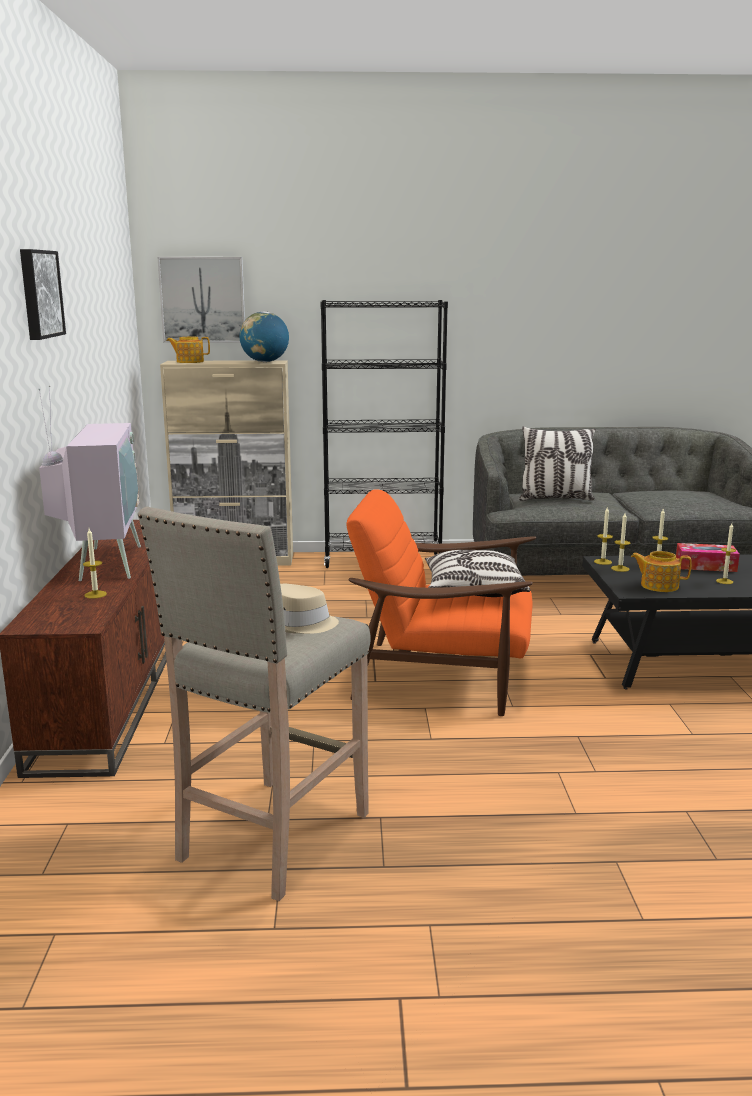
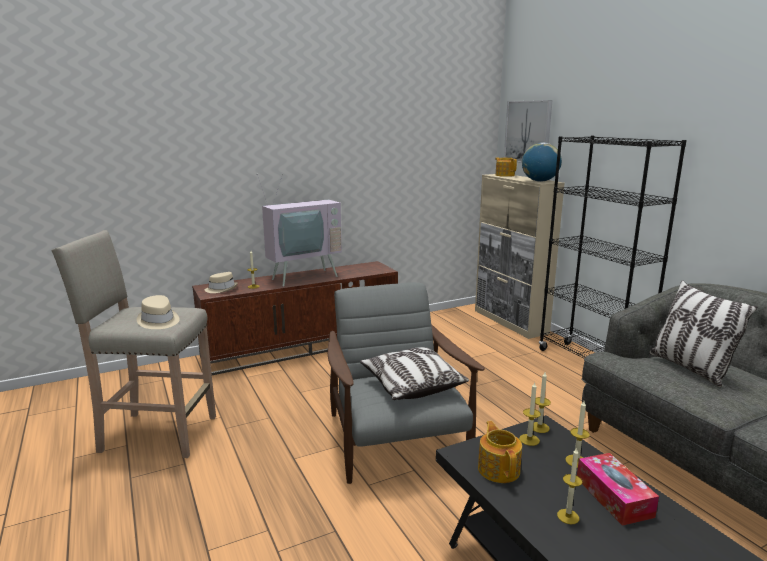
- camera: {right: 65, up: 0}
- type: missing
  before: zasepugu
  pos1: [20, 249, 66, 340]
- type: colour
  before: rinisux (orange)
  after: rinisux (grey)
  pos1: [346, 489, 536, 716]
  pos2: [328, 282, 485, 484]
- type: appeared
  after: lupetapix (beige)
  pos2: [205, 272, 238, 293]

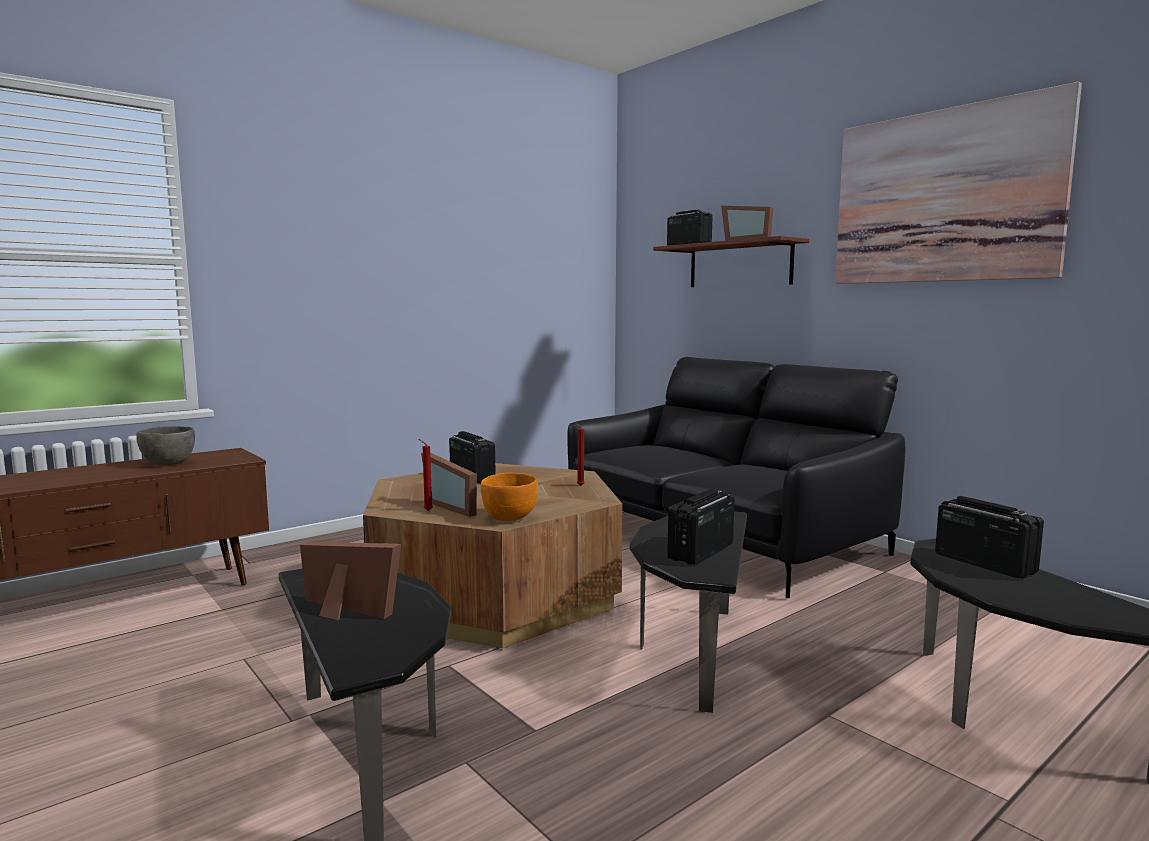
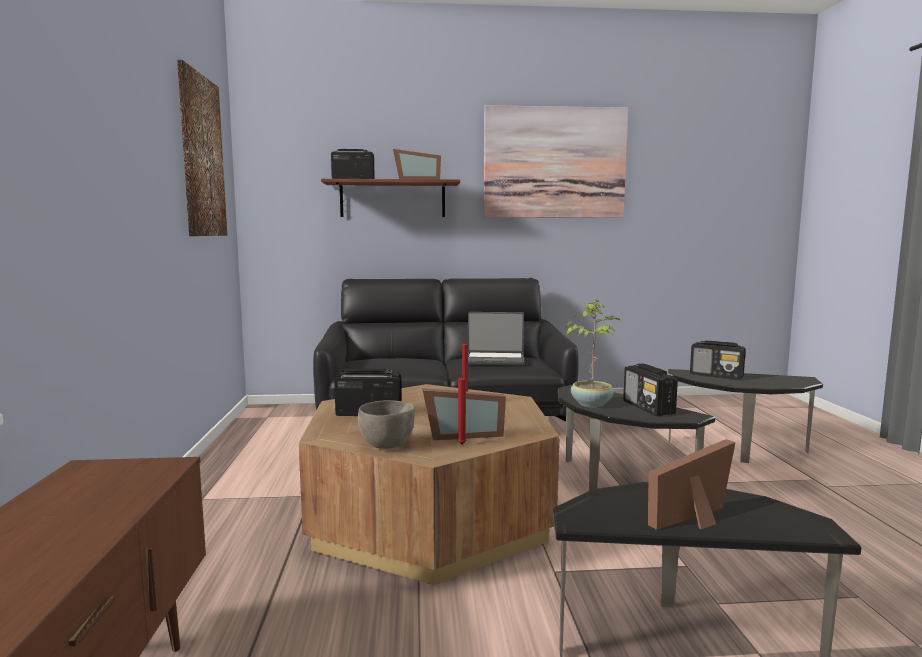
- camera: {right: -55, up: 0}
- type: relocated
  before: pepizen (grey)
  pos1: [136, 426, 195, 465]
  pos2: [358, 400, 415, 449]
- type: missing
  before: pepizen (orange)
  pos1: [481, 473, 538, 521]
- type: spun
  before: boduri
  pos1: [935, 496, 1044, 579]
  pos2: [690, 340, 746, 380]
  turn: -150
- type: appeared
  after: zasepugu
  pos2: [177, 60, 227, 236]
- type: appeared
  after: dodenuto
  pos2: [563, 300, 621, 408]
- type: appeared
  after: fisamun
  pos2: [468, 312, 524, 366]

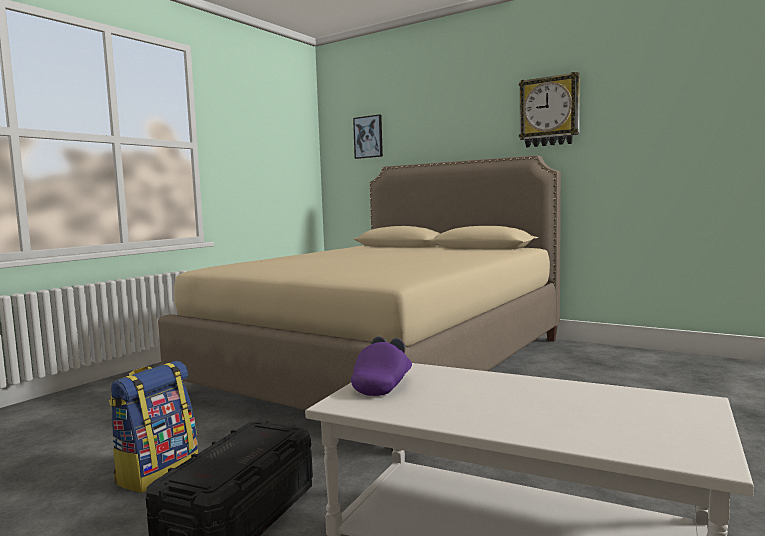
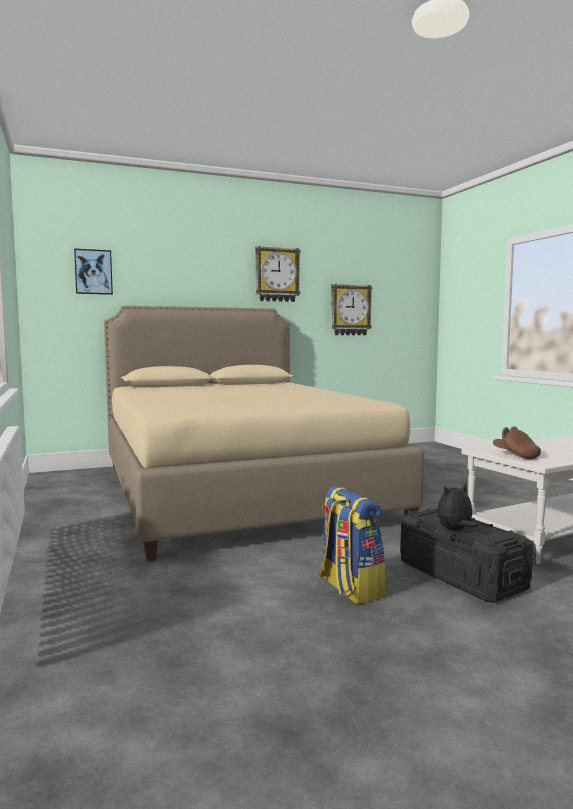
- camera: {right: -55, up: 0}
- type: colour
  before: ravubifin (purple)
  after: ravubifin (brown)
  pos1: [351, 336, 412, 396]
  pos2: [493, 426, 541, 459]
- type: appeared
  after: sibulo
  pos2: [331, 284, 373, 335]
- type: appeared
  after: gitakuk
  pos2: [437, 483, 479, 531]

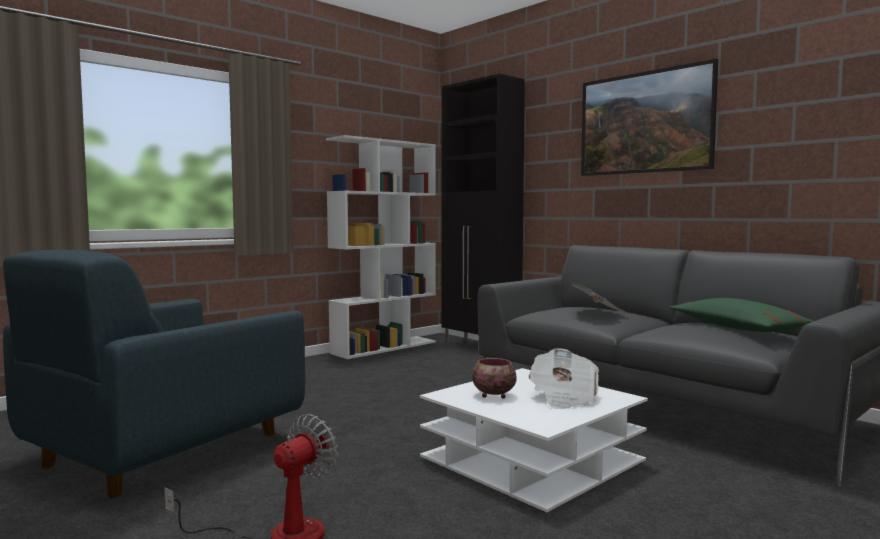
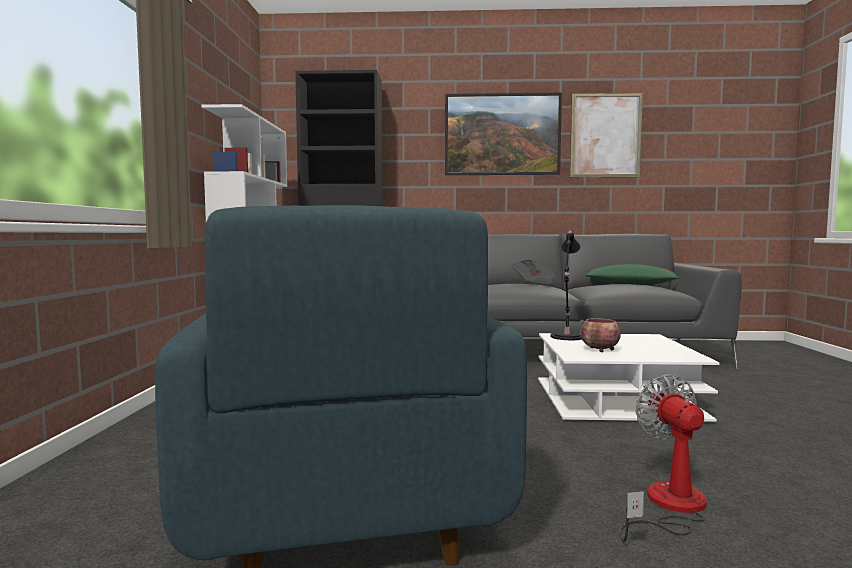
- camera: {right: -45, up: 0}
- type: missing
  before: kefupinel
  pos1: [528, 348, 599, 409]
- type: appeared
  after: zasepugu
  pos2: [570, 93, 643, 177]
- type: appeared
  after: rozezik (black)
  pos2: [550, 230, 582, 340]

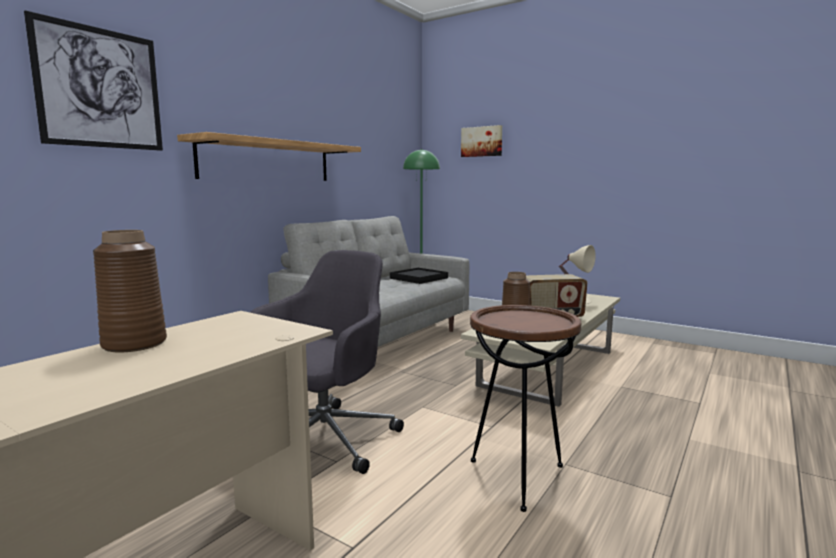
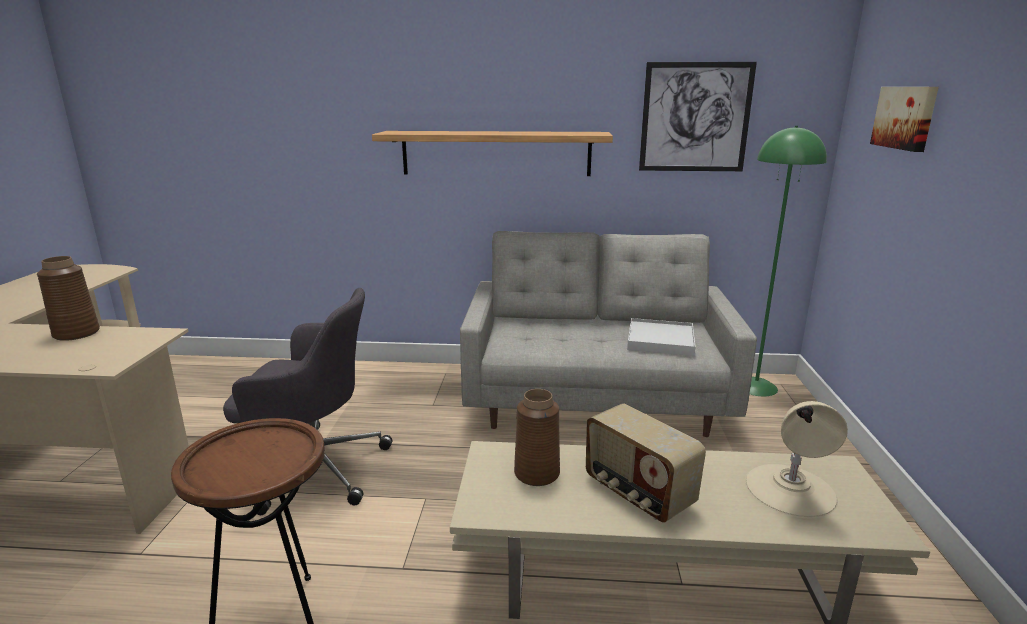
- camera: {right: 60, up: 10}
- type: relocated
  before: zasepugu
  pos1: [24, 10, 163, 151]
  pos2: [639, 62, 757, 171]
- type: colour
  before: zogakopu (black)
  after: zogakopu (white)
  pos1: [390, 268, 448, 284]
  pos2: [627, 318, 696, 356]

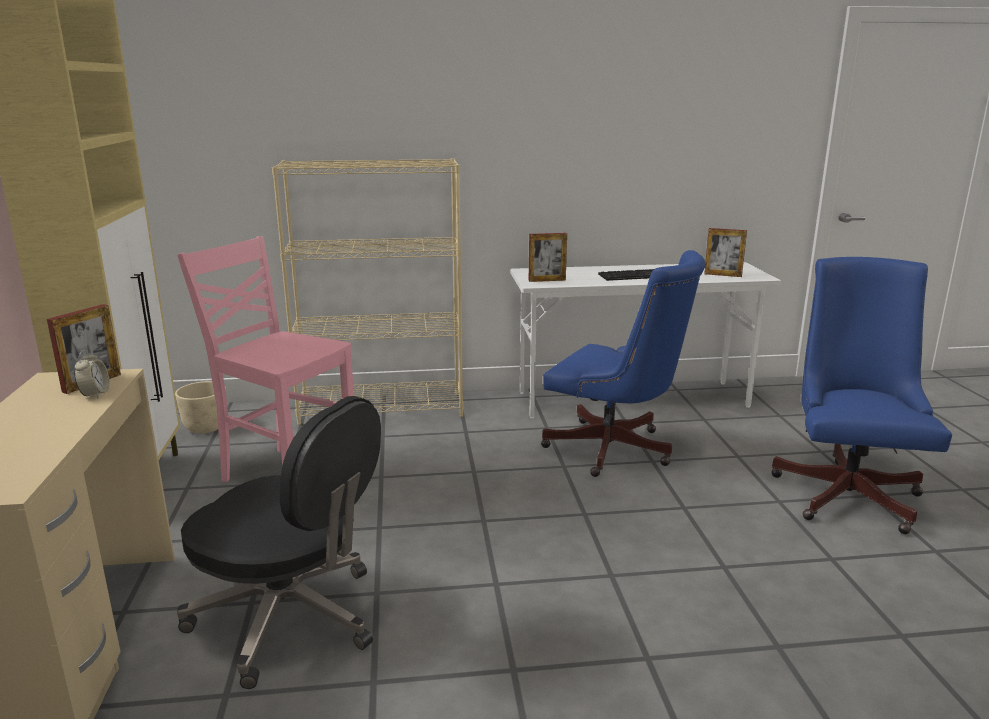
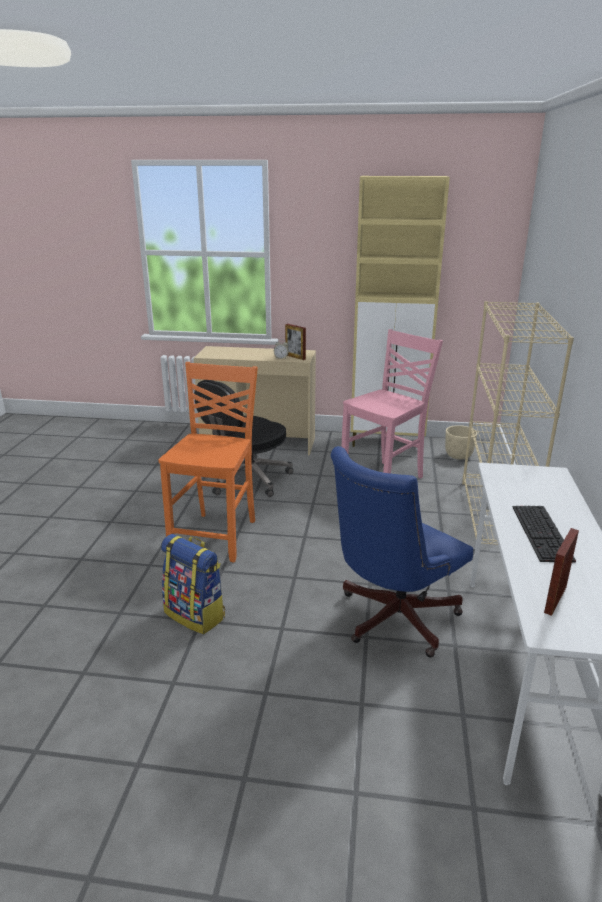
- camera: {right: 105, up: 5}
- type: missing
  before: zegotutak
  pos1: [529, 233, 567, 282]
- type: missing
  before: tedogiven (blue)
  pos1: [771, 257, 952, 534]
- type: appeared
  after: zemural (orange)
  pos2: [158, 362, 258, 562]
- type: appeared
  after: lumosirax
  pos2: [161, 534, 225, 634]

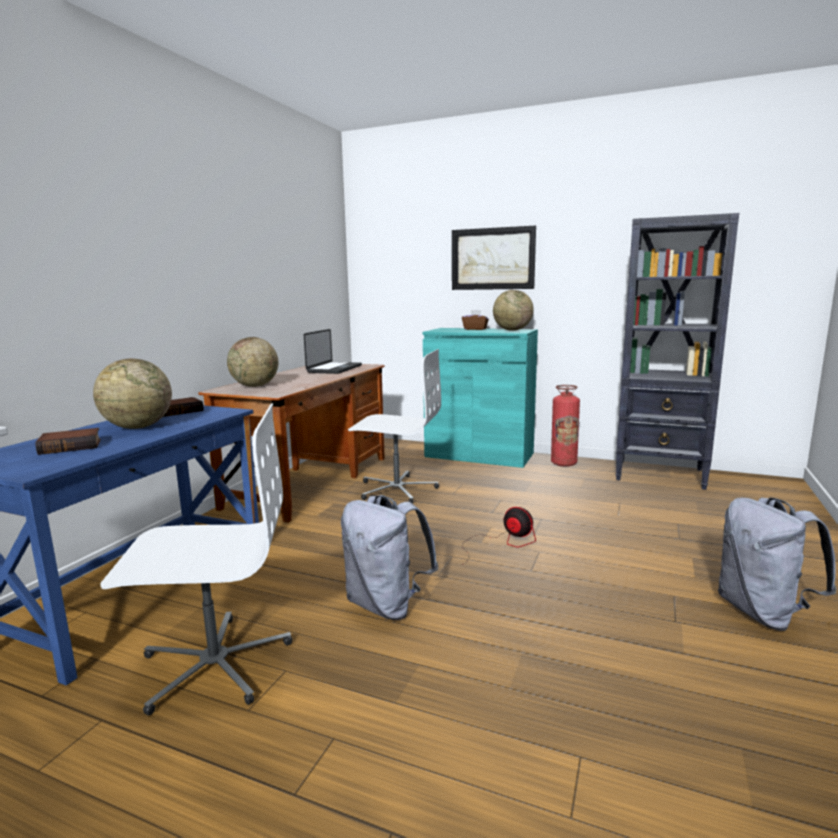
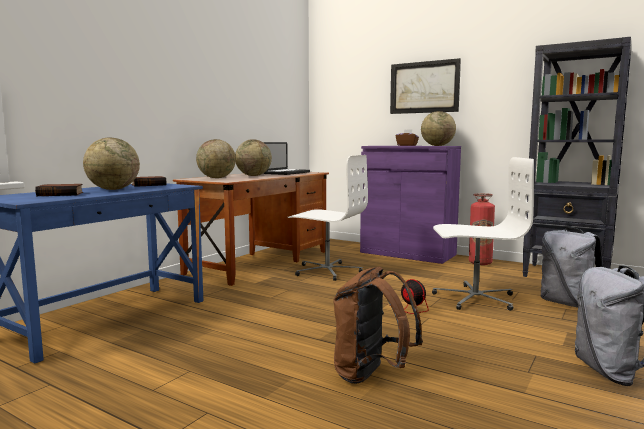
- camera: {right: 10, up: -5}
- type: colour
  before: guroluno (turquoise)
  after: guroluno (purple)
  pos1: [423, 328, 538, 468]
  pos2: [360, 146, 461, 264]
- type: relocated
  before: tedogiven (white)
  pos1: [100, 403, 292, 715]
  pos2: [432, 157, 534, 311]
- type: relocated
  before: lumosirax (grey)
  pos1: [341, 495, 438, 620]
  pos2: [540, 227, 603, 308]
- type: appeared
  after: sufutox
  pos2: [235, 139, 272, 176]
- type: appeared
  after: lumosirax (brown)
  pos2: [333, 266, 423, 384]

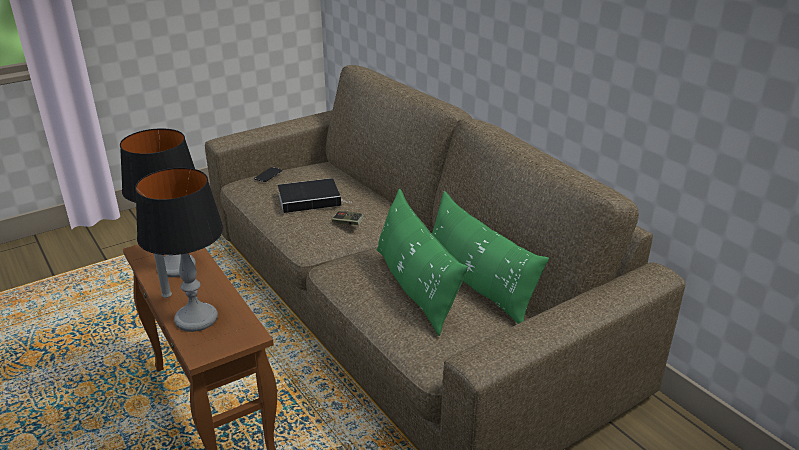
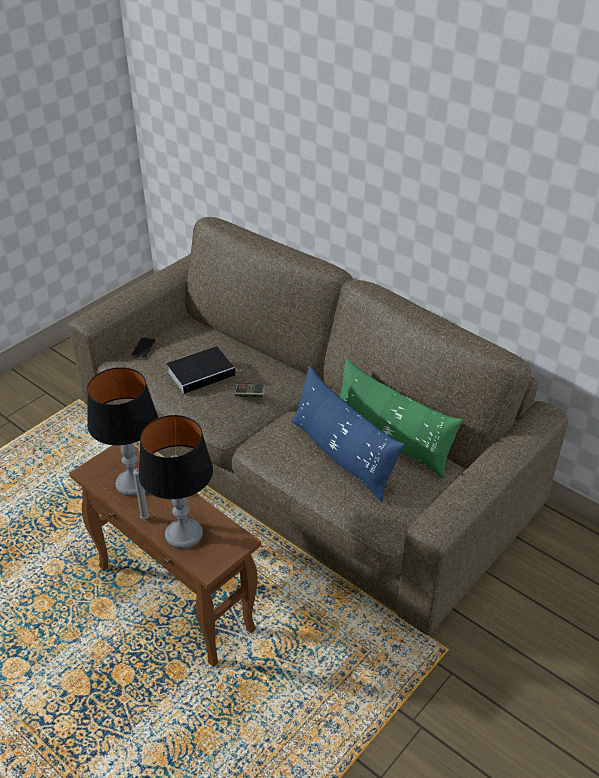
- camera: {right: -15, up: 10}
- type: colour
  before: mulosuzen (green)
  after: mulosuzen (blue)
  pos1: [377, 188, 468, 336]
  pos2: [291, 366, 405, 502]

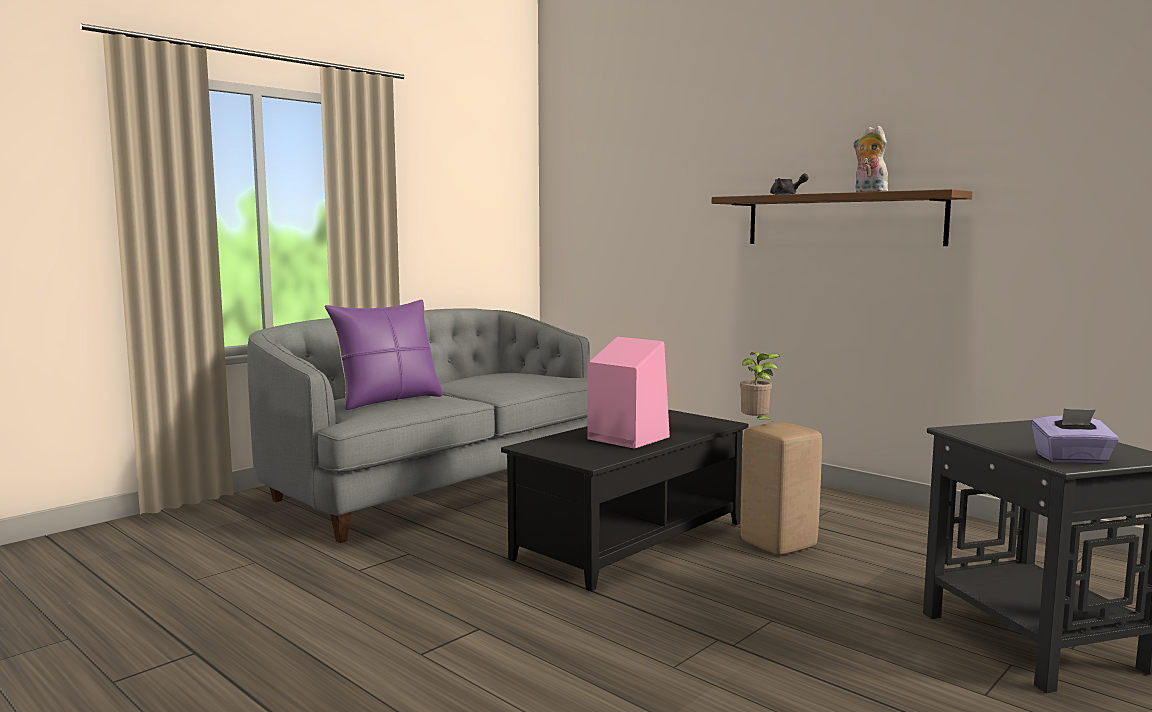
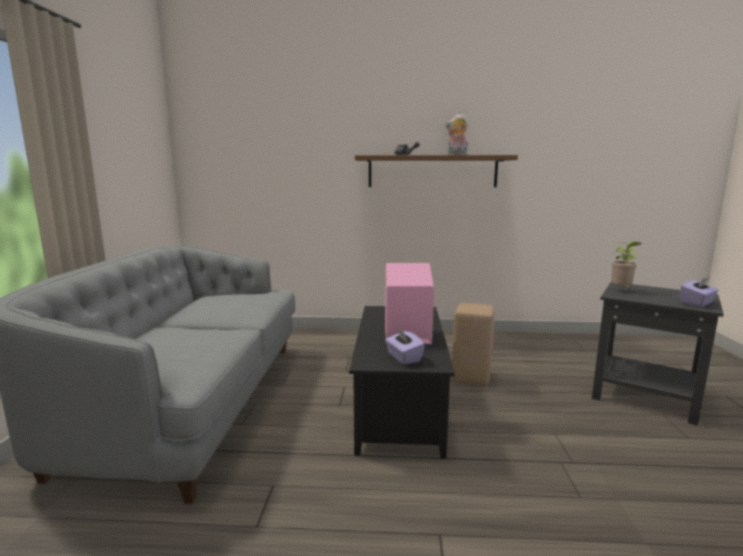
- camera: {right: -40, up: 5}
- type: missing
  before: mulosuzen (purple)
  pos1: [325, 300, 443, 410]
- type: relocated
  before: dodenuto
  pos1: [740, 352, 780, 424]
  pos2: [611, 241, 642, 289]
- type: appeared
  after: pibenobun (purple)
  pos2: [385, 327, 425, 365]

